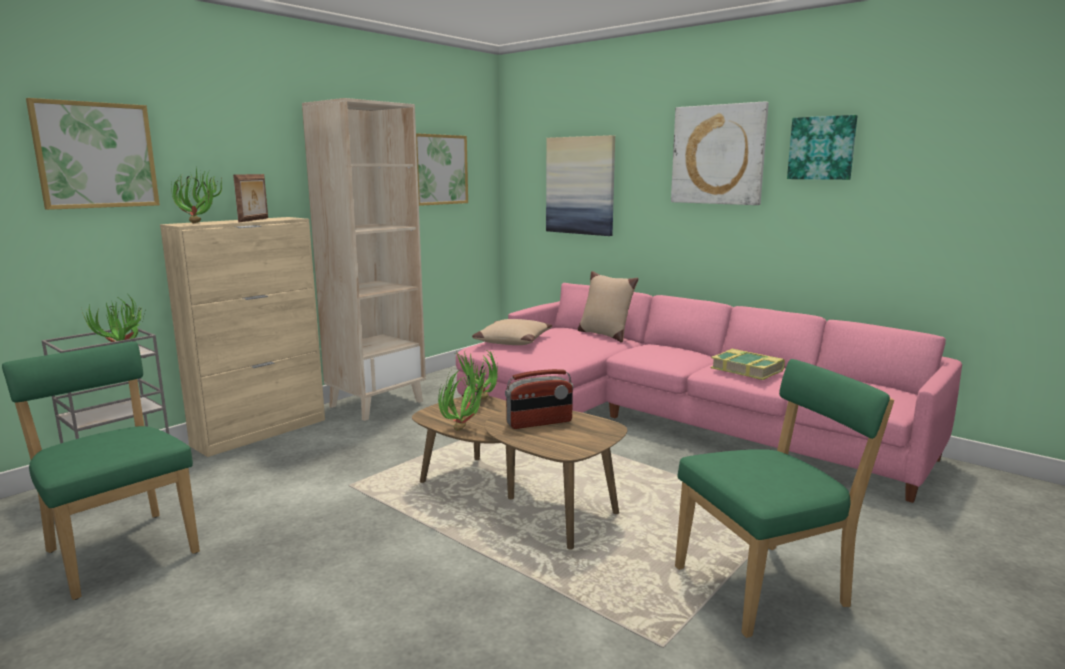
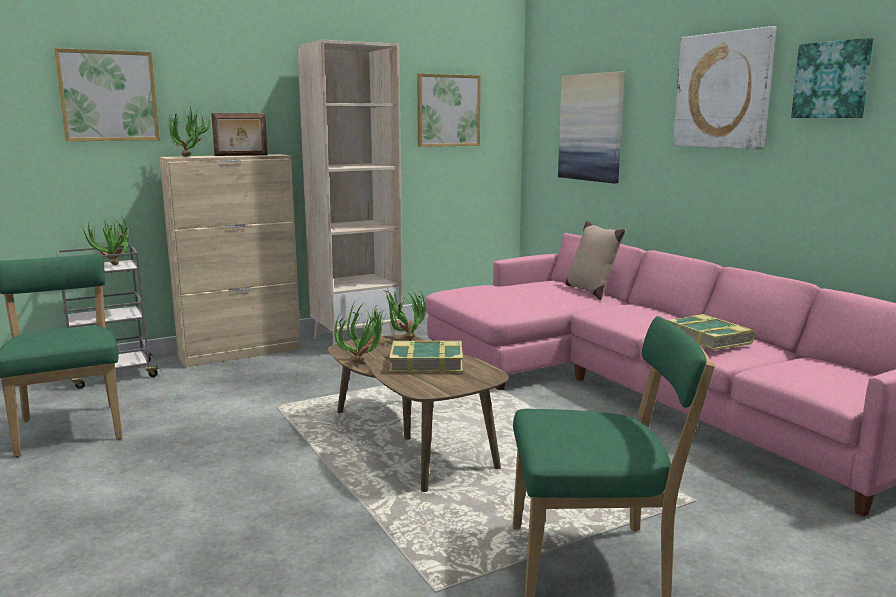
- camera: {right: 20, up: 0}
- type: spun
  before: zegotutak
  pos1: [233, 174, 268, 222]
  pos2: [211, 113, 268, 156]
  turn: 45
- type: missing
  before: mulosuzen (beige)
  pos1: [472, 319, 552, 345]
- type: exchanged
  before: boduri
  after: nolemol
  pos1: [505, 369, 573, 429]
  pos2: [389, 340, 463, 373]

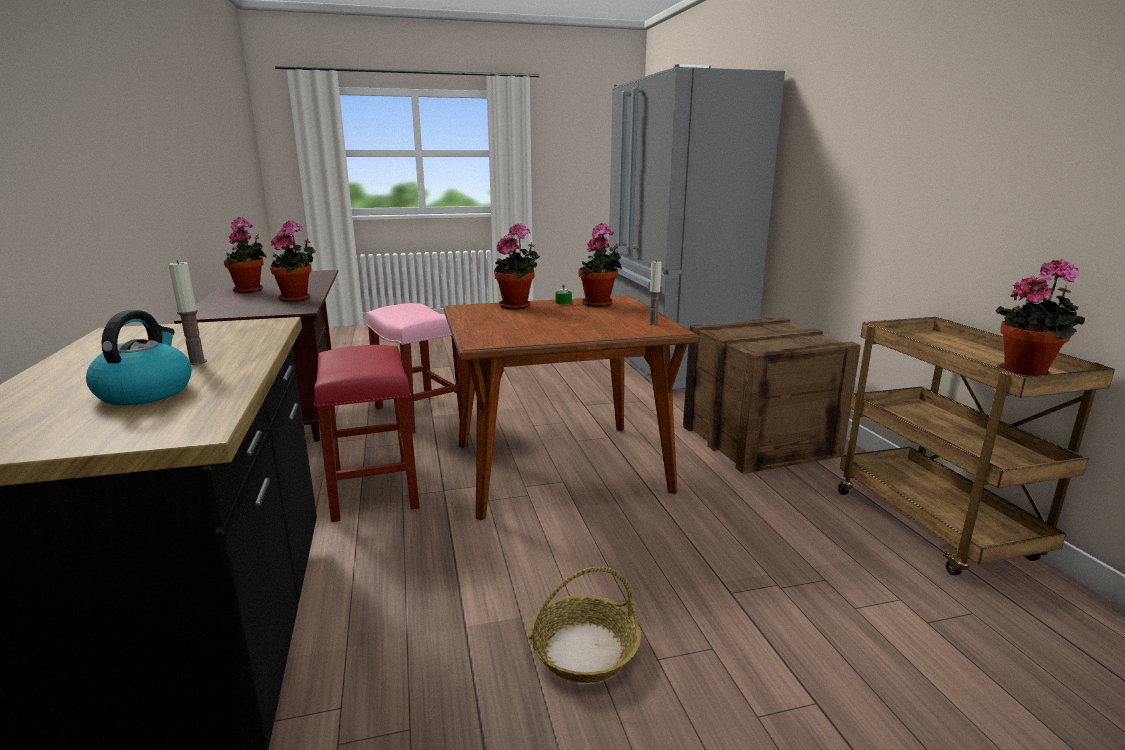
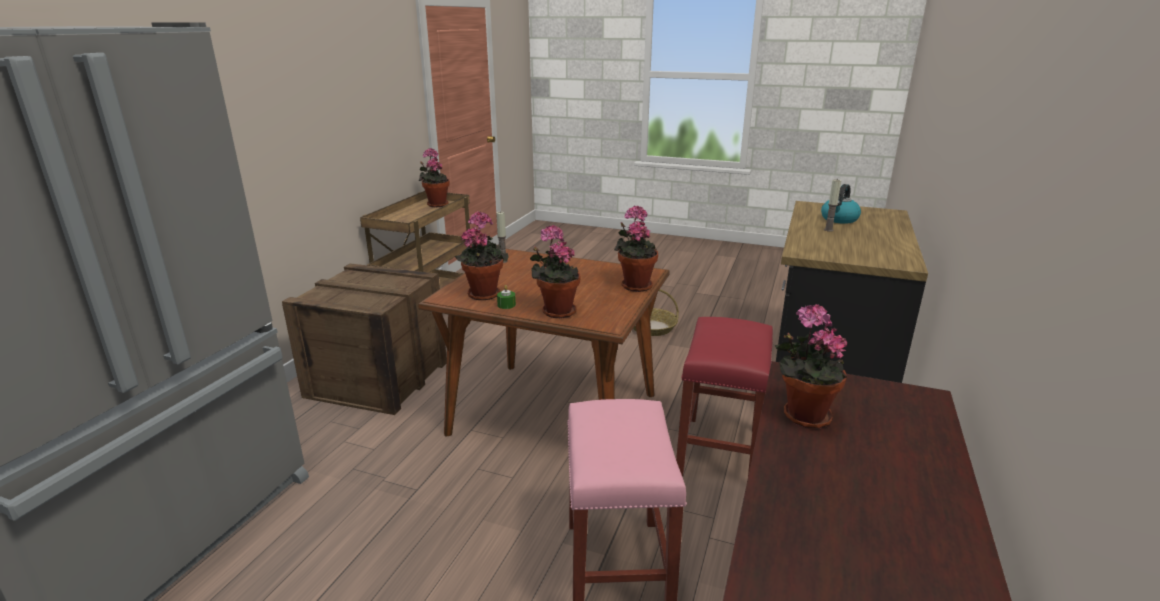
- camera: {right: -145, up: 5}
- type: relocated
  before: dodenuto
  pos1: [224, 217, 267, 293]
  pos2: [614, 205, 658, 292]

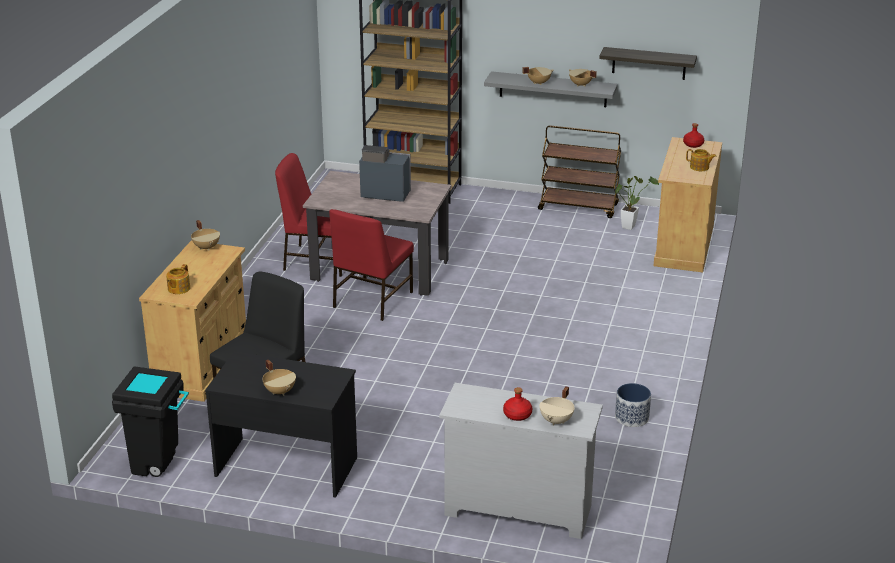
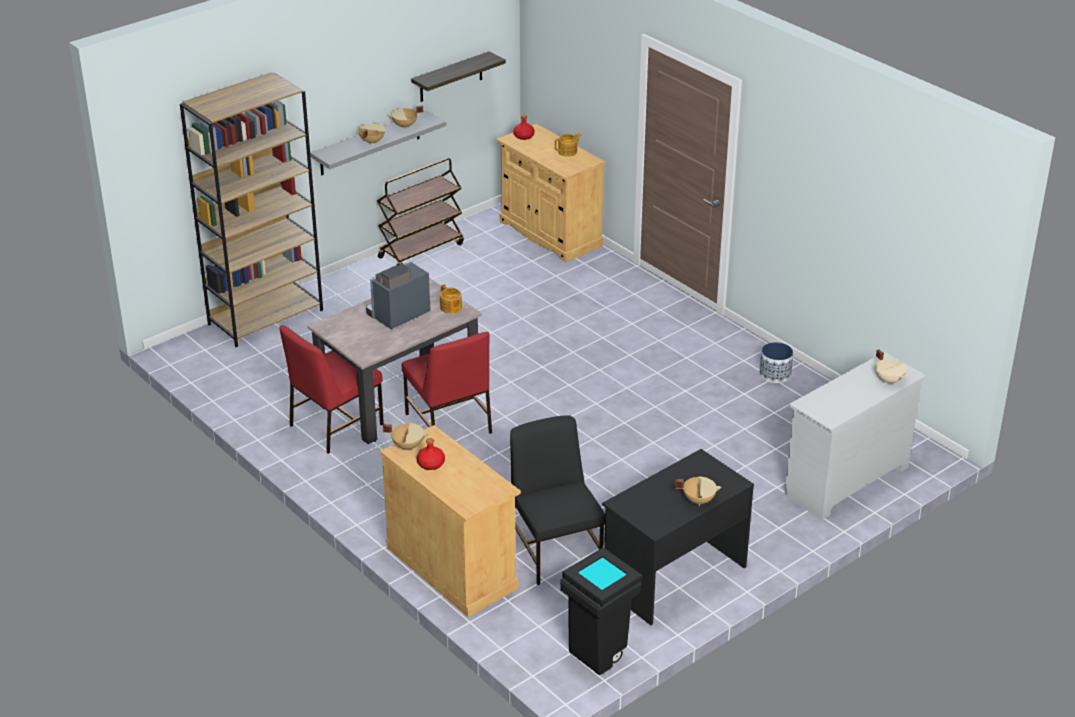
- camera: {right: -55, up: 5}
- type: missing
  before: dodenuto
  pos1: [615, 176, 659, 230]
- type: relocated
  before: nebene
  pos1: [166, 264, 190, 294]
  pos2: [440, 285, 462, 314]
- type: relocated
  before: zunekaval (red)
  pos1: [503, 387, 532, 421]
  pos2: [417, 438, 445, 470]

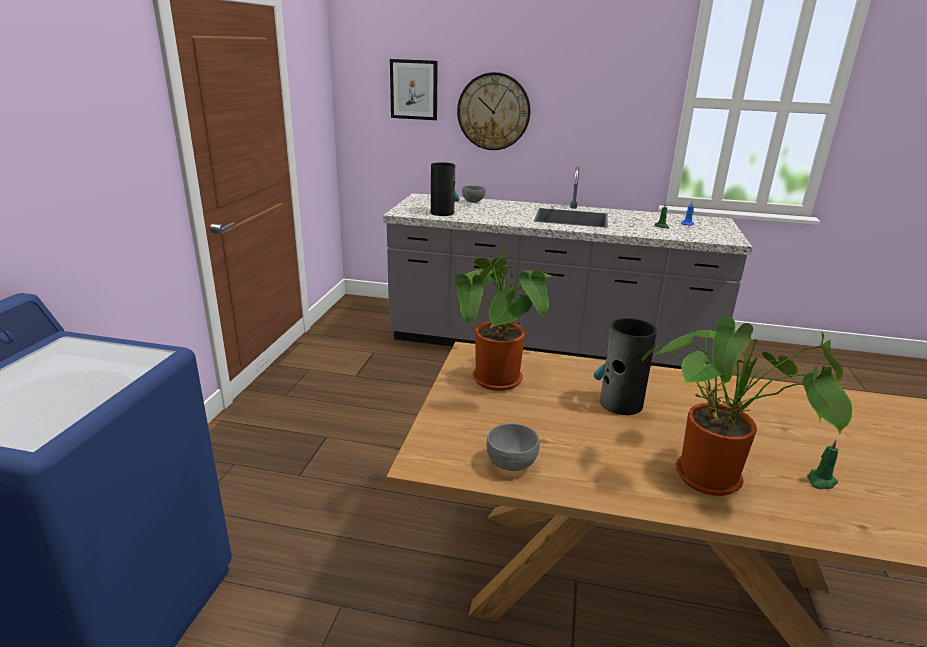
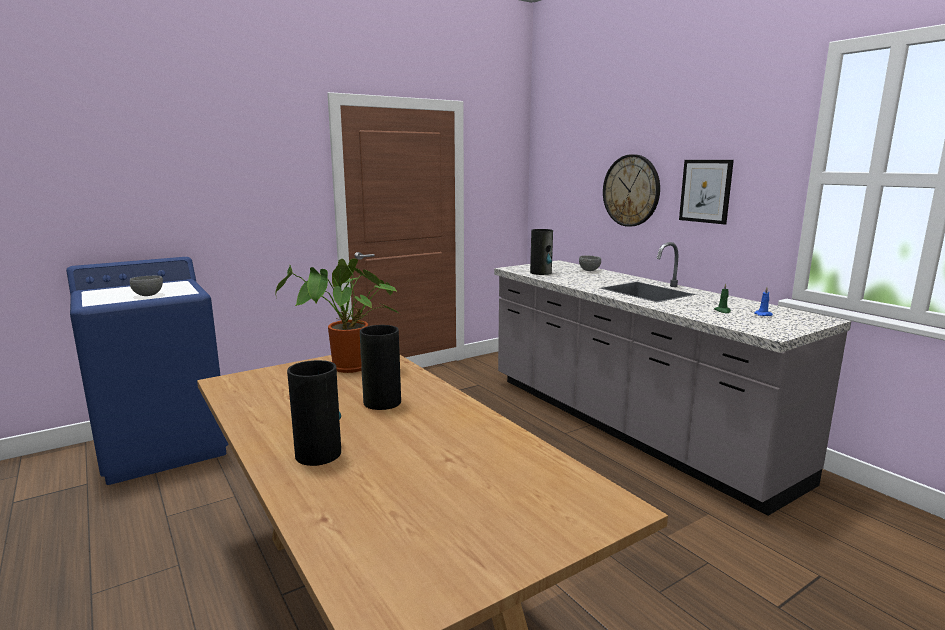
- camera: {right: 45, up: -10}
- type: relocated
  before: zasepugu
  pos1: [390, 59, 438, 120]
  pos2: [679, 160, 734, 225]
- type: exchanged
  before: dodenuto
  after: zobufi
  pos1: [642, 316, 852, 496]
  pos2: [287, 360, 341, 466]
- type: relocated
  before: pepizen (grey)
  pos1: [487, 424, 540, 471]
  pos2: [130, 276, 163, 296]
- type: missing
  before: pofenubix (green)
  pos1: [807, 440, 838, 489]

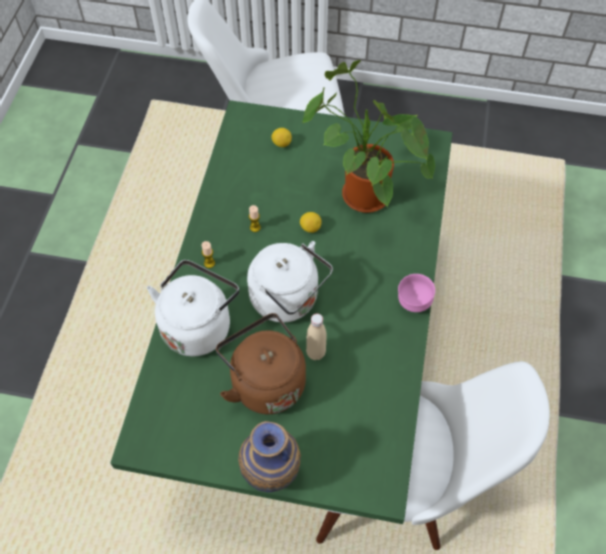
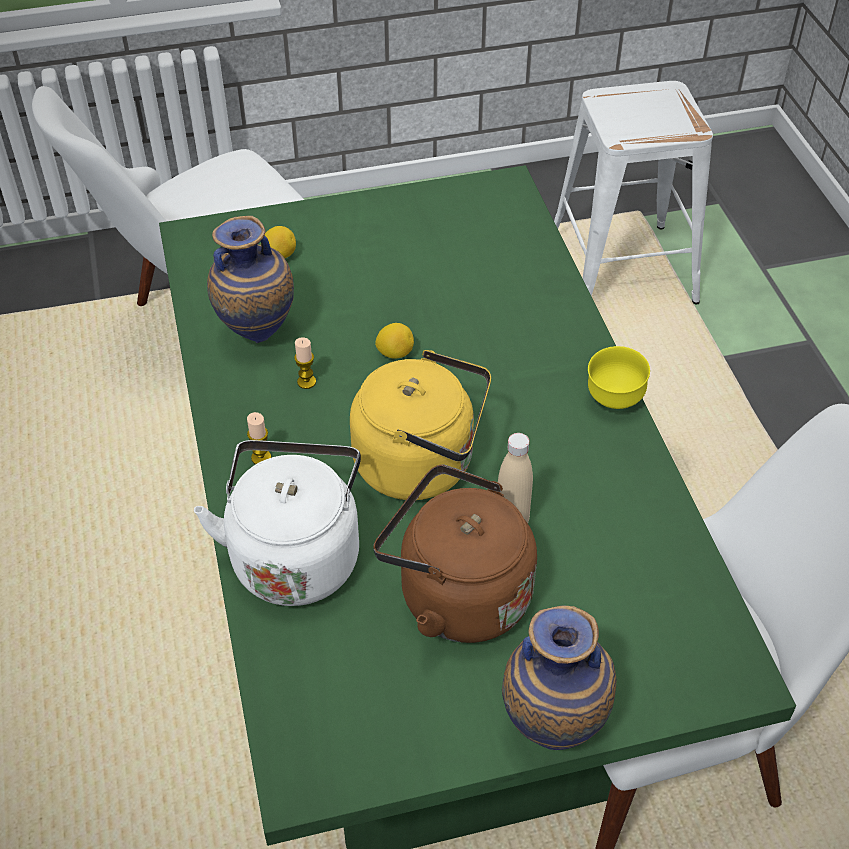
- camera: {right: -25, up: -10}
- type: missing
  before: dodenuto
  pos1: [302, 60, 435, 213]
- type: colour
  before: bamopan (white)
  after: bamopan (yellow)
  pos1: [247, 241, 333, 322]
  pos2: [350, 350, 491, 500]
- type: colour
  before: pepizen (pink)
  after: pepizen (yellow)
  pos1: [398, 274, 435, 312]
  pos2: [588, 346, 650, 409]
- type: appeared
  after: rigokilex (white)
  pos2: [554, 81, 713, 305]
- type: appeared
  after: zobufi
  pos2: [207, 216, 294, 343]

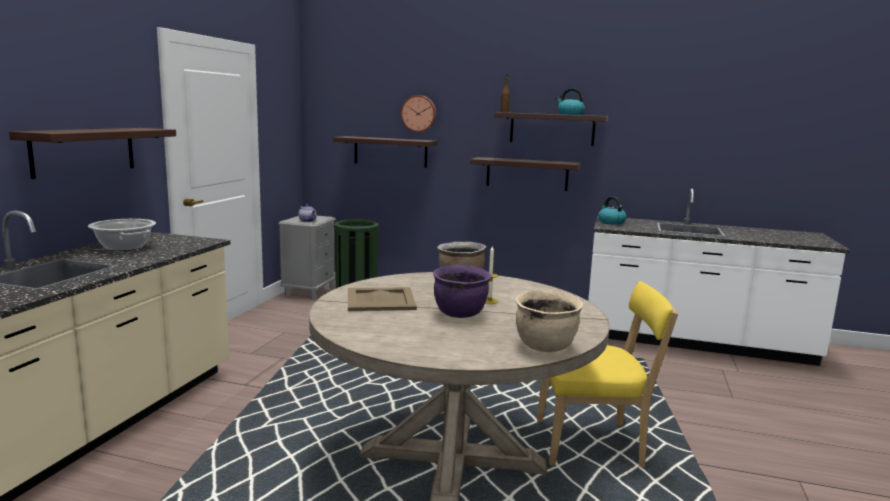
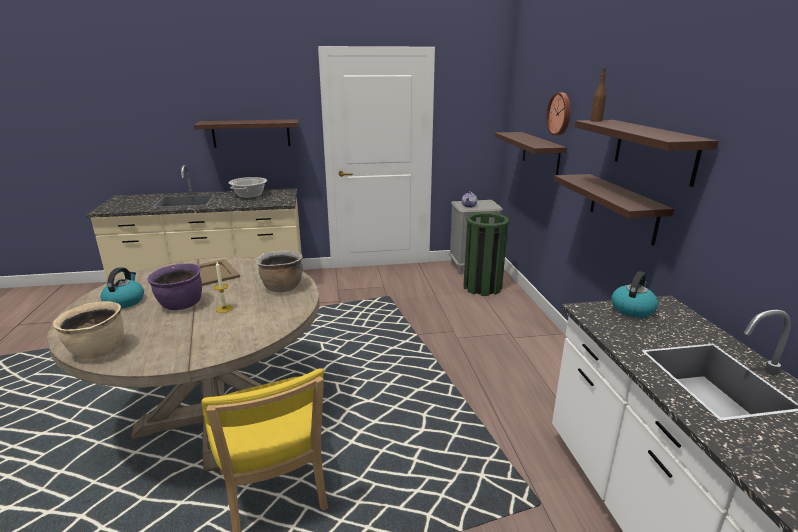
- camera: {right: 65, up: 10}
- type: relocated
  before: bamopan
  pos1: [555, 88, 585, 115]
  pos2: [101, 267, 144, 309]

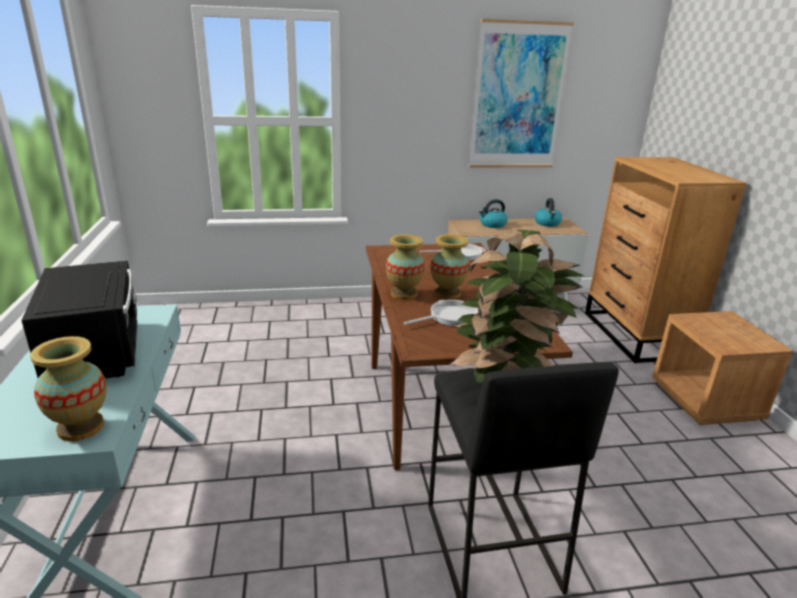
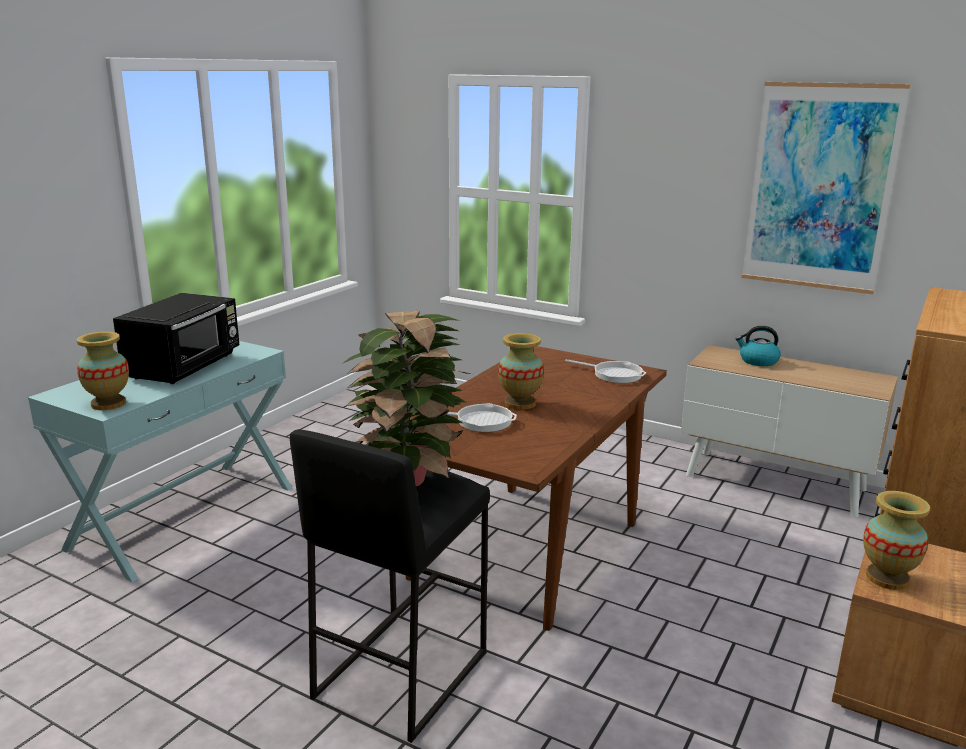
- camera: {right: 40, up: -5}
- type: missing
  before: bamopan
  pos1: [535, 198, 562, 227]
- type: relocated
  before: zobufi
  pos1: [386, 234, 425, 300]
  pos2: [863, 491, 930, 590]

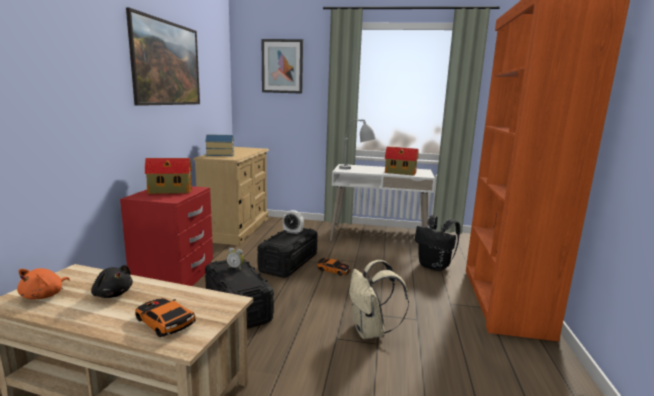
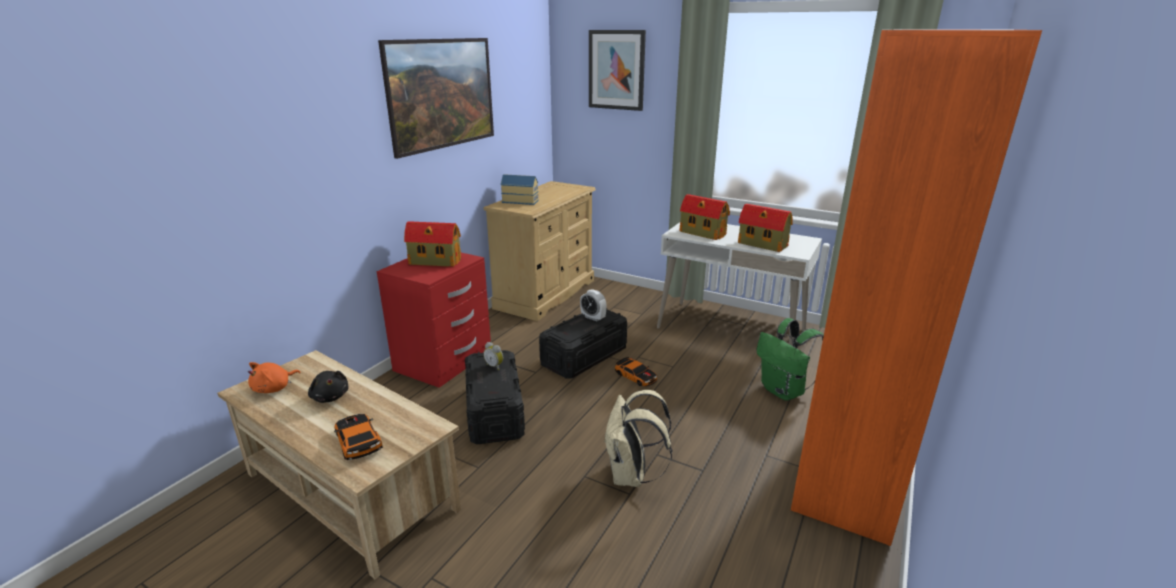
- camera: {right: 20, up: 10}
- type: exchanged
  before: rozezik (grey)
  after: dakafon
  pos1: [339, 119, 376, 169]
  pos2: [680, 194, 730, 240]
- type: colour
  before: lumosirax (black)
  after: lumosirax (green)
  pos1: [415, 215, 460, 271]
  pos2: [757, 318, 824, 401]

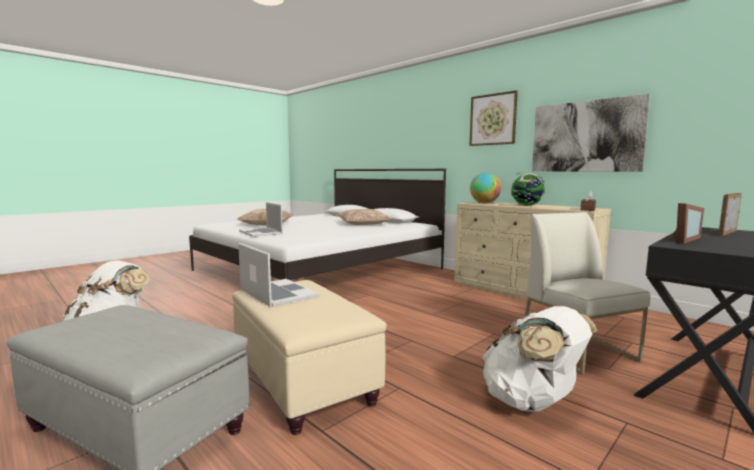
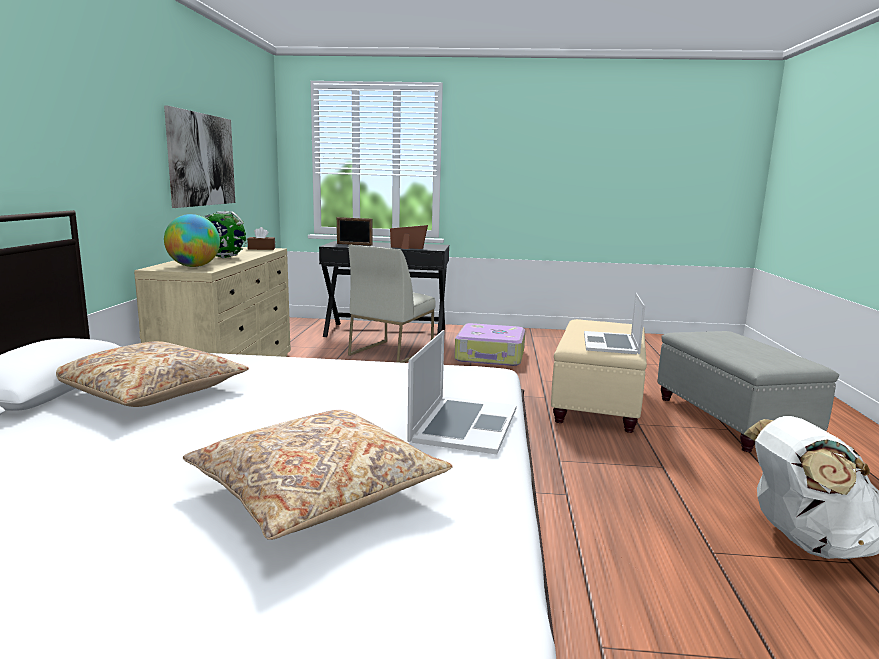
- camera: {right: -130, up: 5}
- type: missing
  before: zasepugu
  pos1: [469, 91, 518, 146]
- type: exchanged
  before: lumosirax (white)
  after: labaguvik
  pos1: [482, 306, 597, 412]
  pos2: [454, 323, 525, 366]

